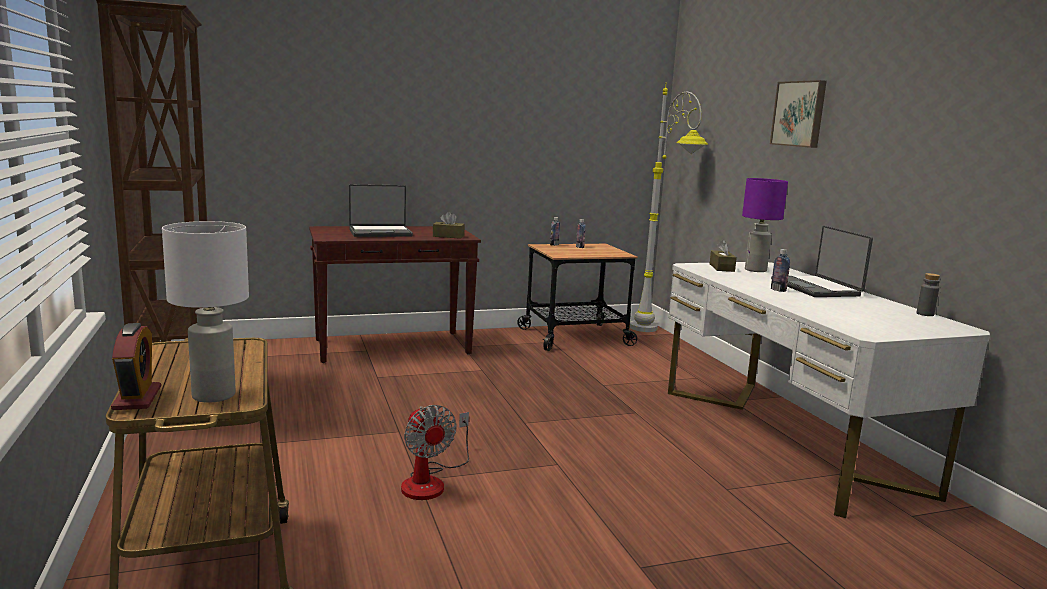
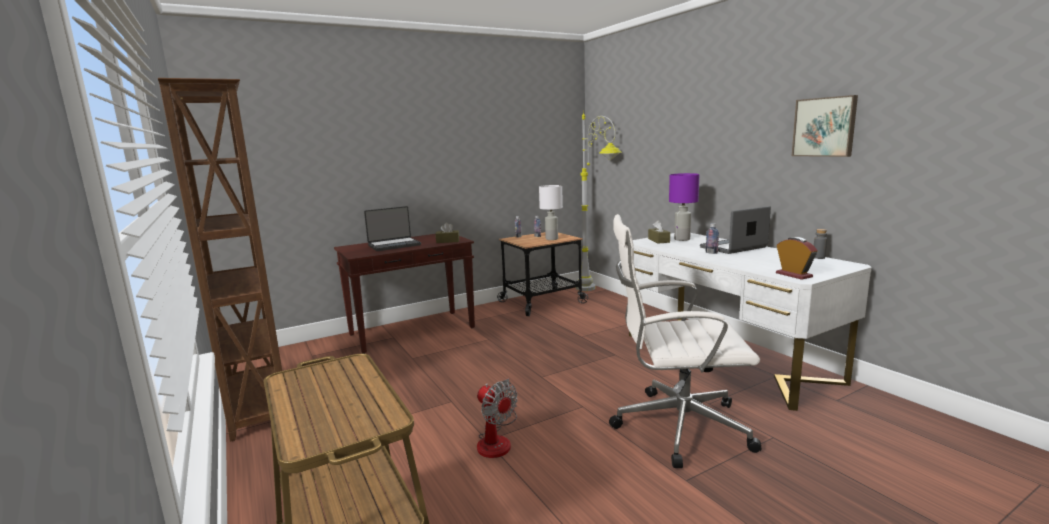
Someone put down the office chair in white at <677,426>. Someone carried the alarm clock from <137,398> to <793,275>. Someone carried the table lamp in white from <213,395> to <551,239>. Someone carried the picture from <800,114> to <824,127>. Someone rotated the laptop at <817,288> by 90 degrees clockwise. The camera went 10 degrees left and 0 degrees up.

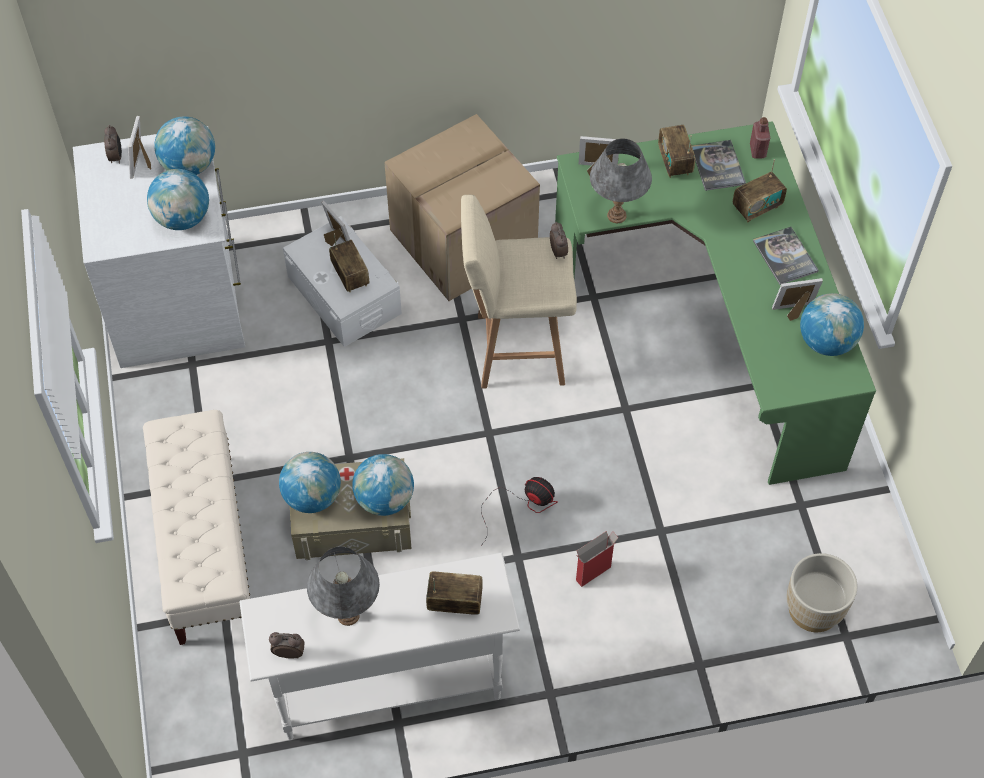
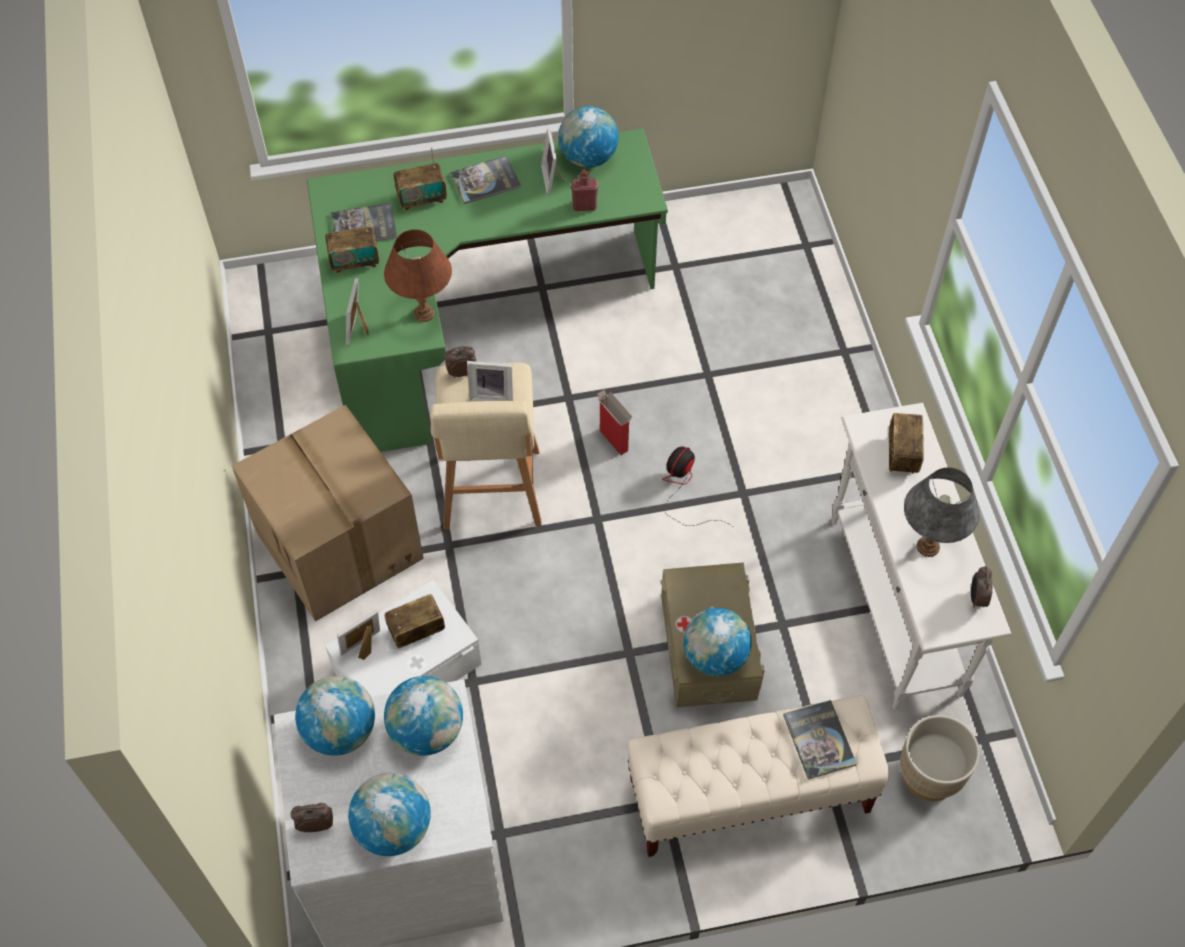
Someone put down the book at <819,740>. Someone carried the picture frame from <143,163> to <492,395>. Someone carried the globe from <385,499> to <394,827>. Someone carried the cardboard box from <594,573> to <613,440>. Someone carried the bottle in red from <757,150> to <584,206>. Someone carried the planter in beige from <814,609> to <930,774>. Someone repainted the table lamp in grey at <616,215>, which became the table lamp in brown at <423,313>. Someone rotated the radio at <756,207> by 105 degrees clockwise. The camera went 90 degrees left and 0 degrees up.

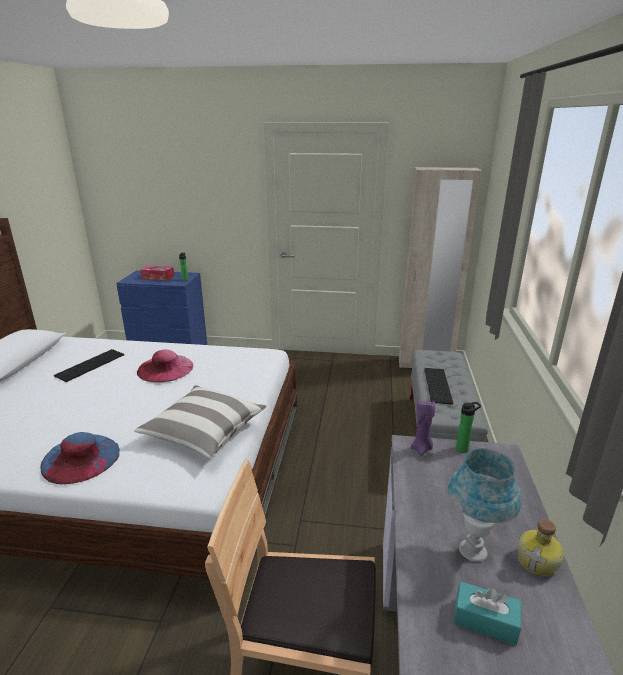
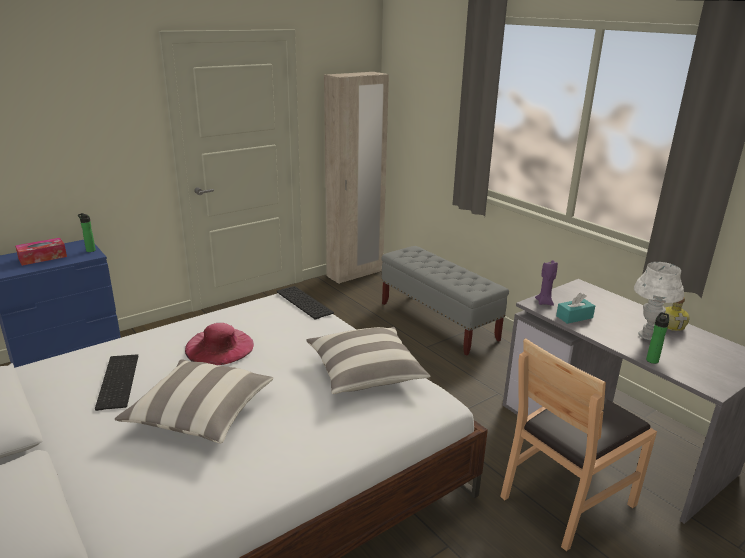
Someone took away the hat in blue at <80,458>. Someone put down the pillow at <200,414>. Someone carried the keyboard from <436,385> to <302,302>. Someone carried the tissue box in turquoise from <485,620> to <574,317>. Someone carried the bottle from <463,448> to <652,359>. Someone repainted the table lamp in blue at <472,551>, which became the table lamp in white at <647,336>. The camera went 45 degrees left and 0 degrees up.

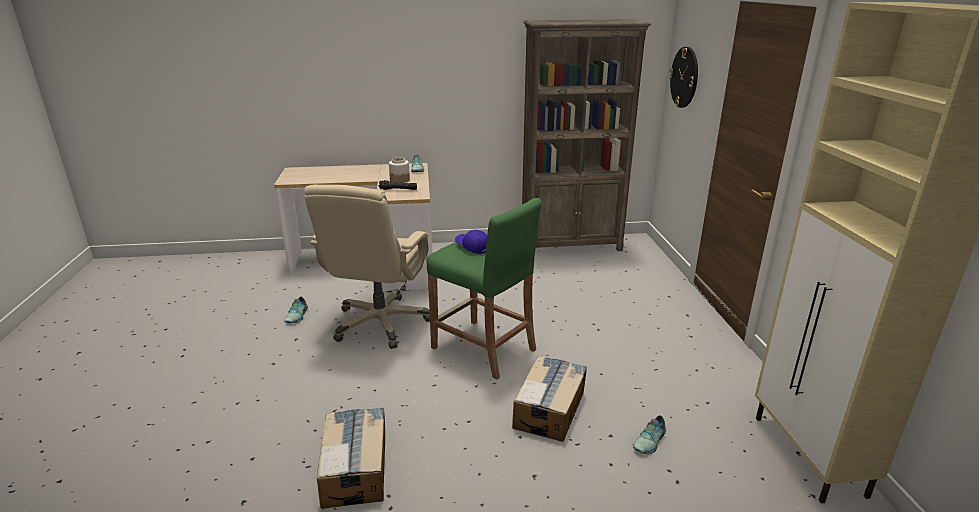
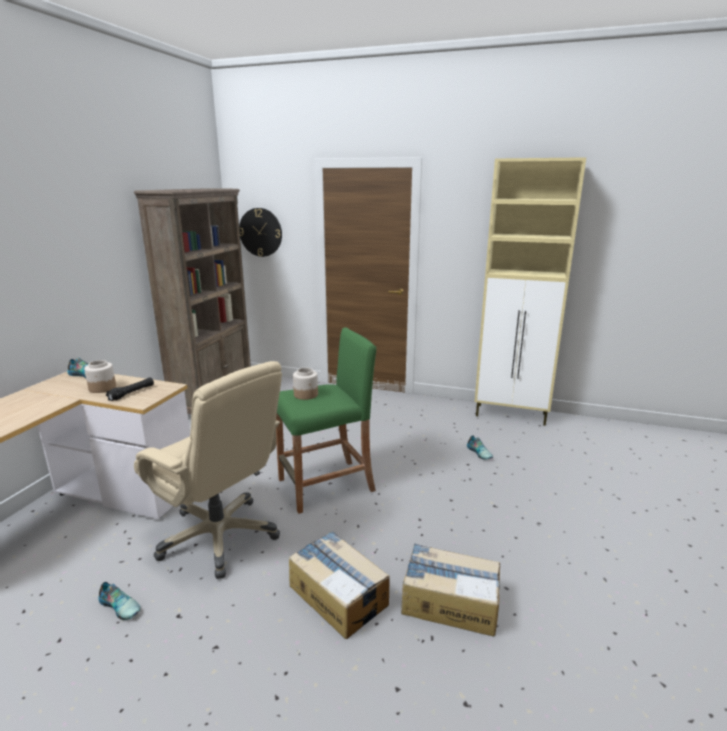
Someone carried the cardboard box from <550,409> to <338,594>. Someone swapped the cap in blue at <472,247> for the jar at <306,395>. The camera went 65 degrees left and 5 degrees down.

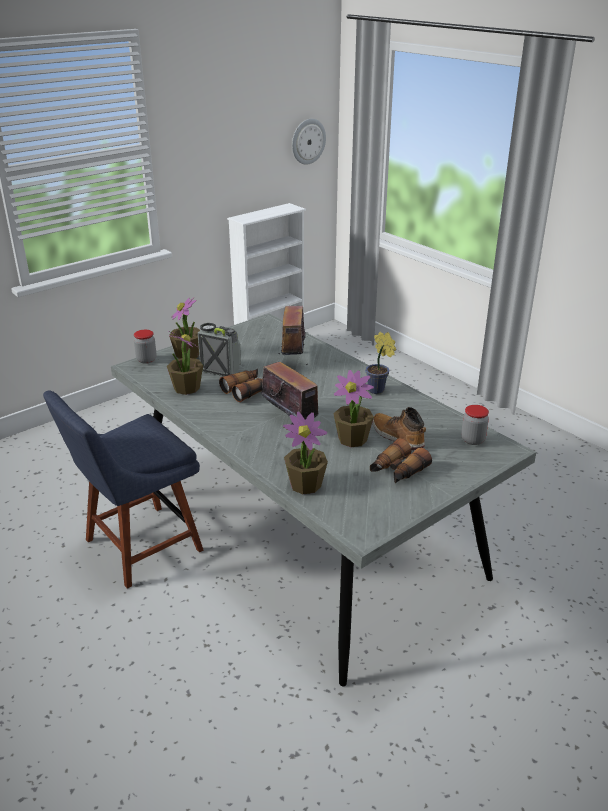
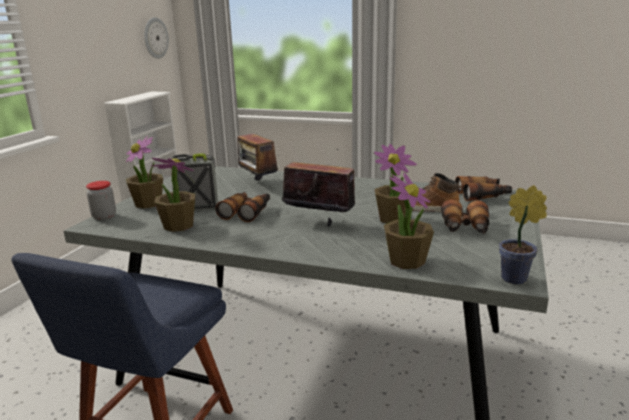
Someone carried the potted plant from <378,391> to <517,279>. Someone swapped the jar at <472,440> for the binoculars at <483,195>. The camera went 30 degrees left and 10 degrees down.

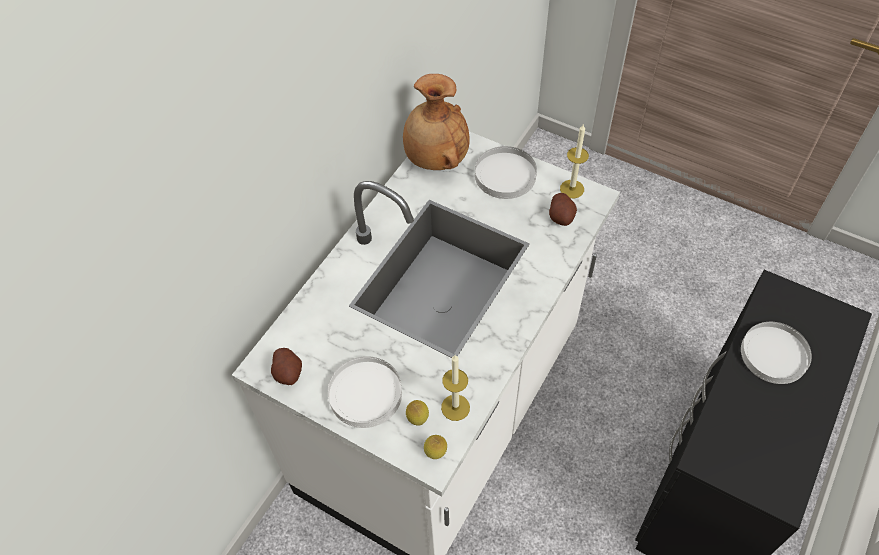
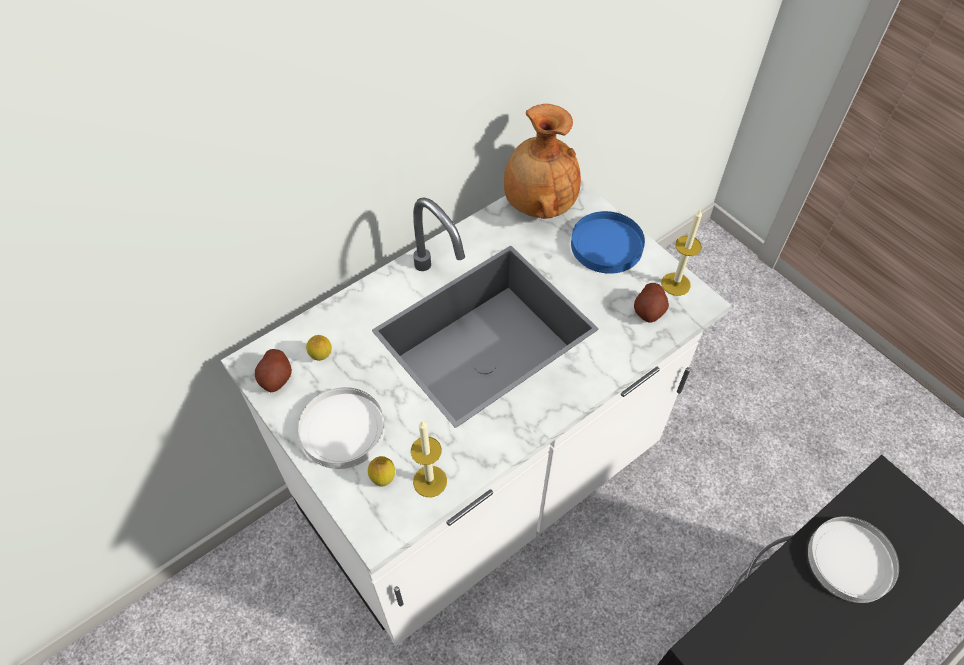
Someone carried the lemon from <435,453> to <321,357>. Someone repainted the plate in white at <505,175>, which became the plate in blue at <607,245>. The camera went 20 degrees right and 0 degrees up.

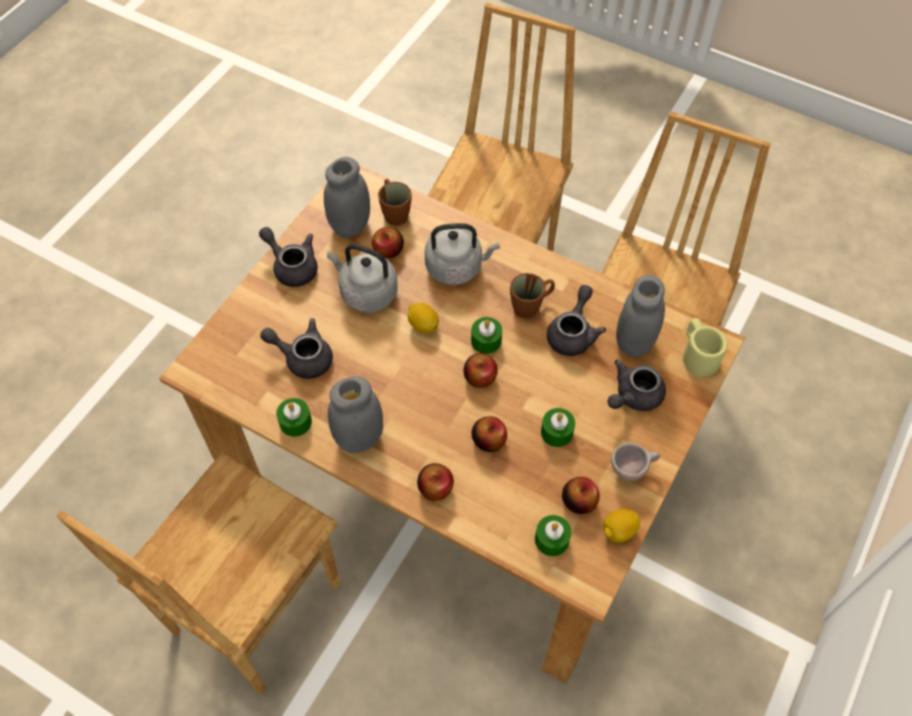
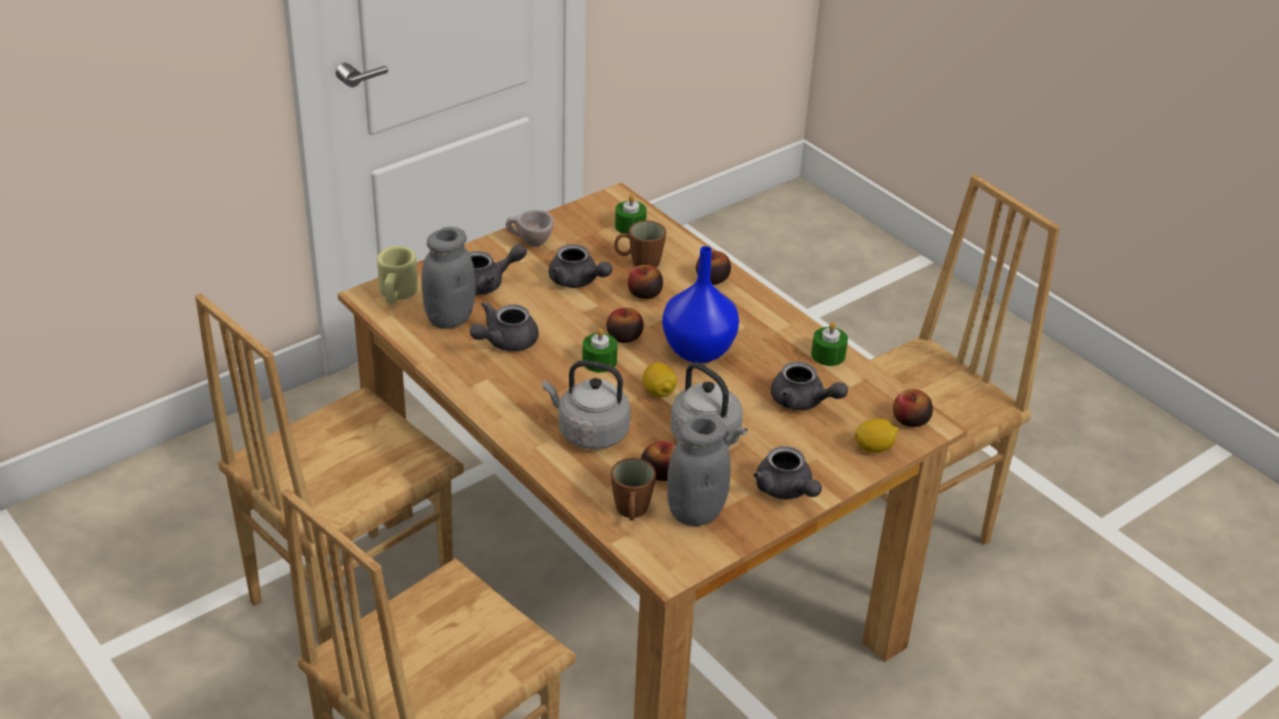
Someone took away the jar in grey at <359,438>. Someone put down the vase in blue at <697,352>. Someone carried the mug in brown from <531,305> to <639,262>. Someone carried the apple from <579,501> to <910,420>. Someone carried the lemon from <618,531> to <874,447>. Someone swapped the candle in green at <557,432> for the teapot in grey at <577,281>. The camera went 160 degrees left and 20 degrees down.

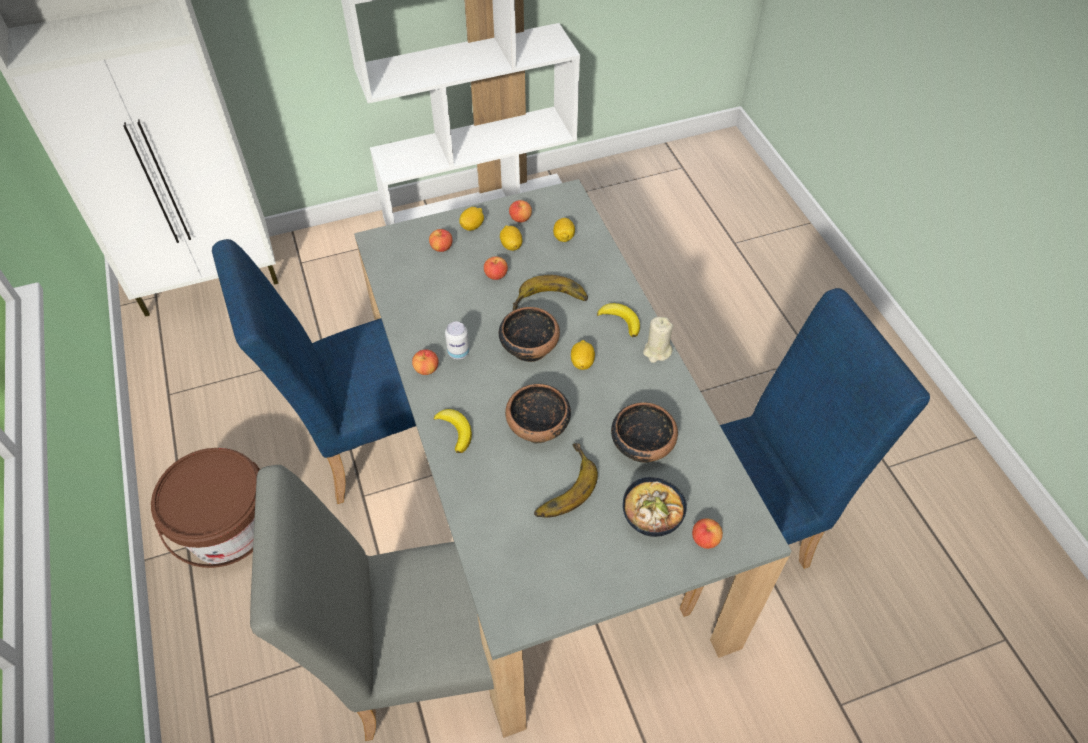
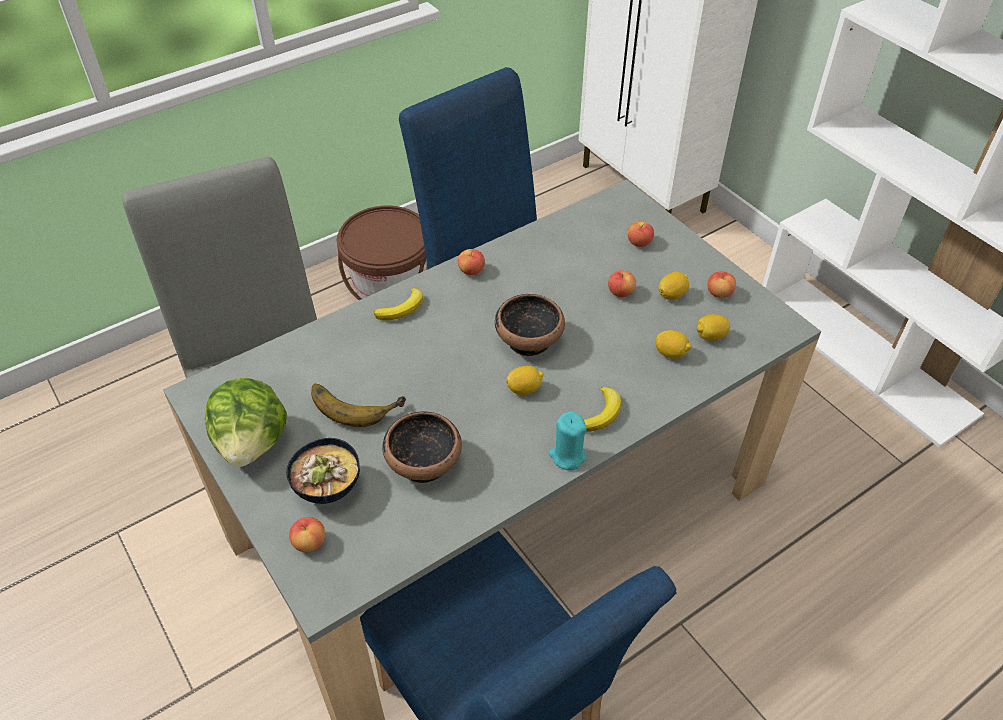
Someone took away the can at <458,352>. Someone took away the bowl at <538,427>. Someone took away the banana at <550,303>. Someone put down the lettuce at <253,442>. Someone carried the lemon from <472,226> to <671,353>. Someone repainted the candle in beige at <657,351>, which became the candle in turquoise at <567,456>. The camera went 75 degrees right and 5 degrees down.

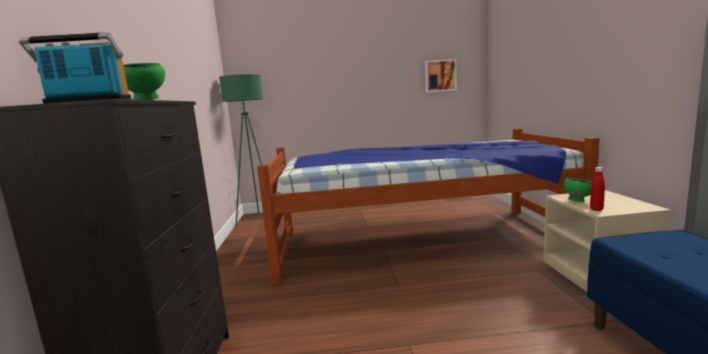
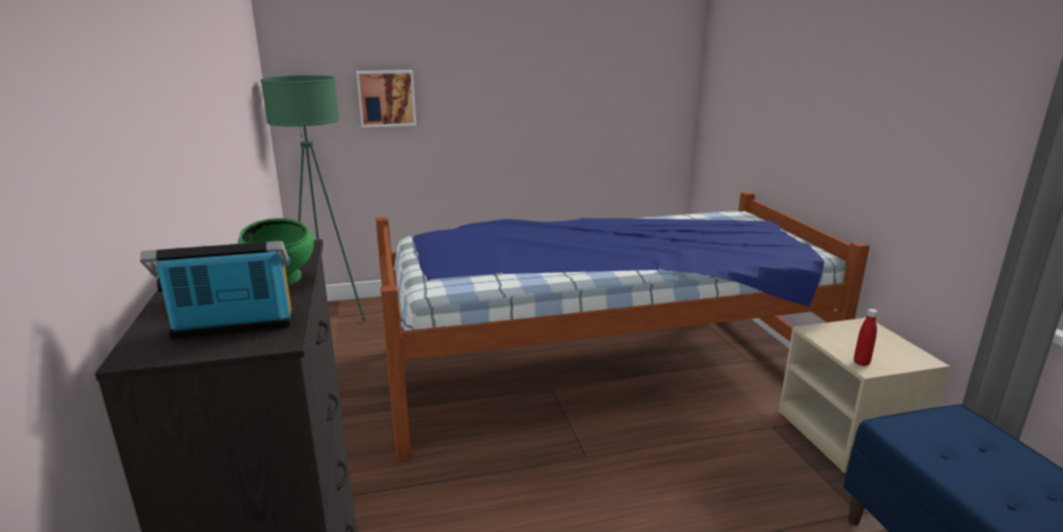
Someone took away the bowl in green at <577,201>. Someone carried the picture from <440,75> to <386,98>. The camera went 10 degrees left and 10 degrees up.

